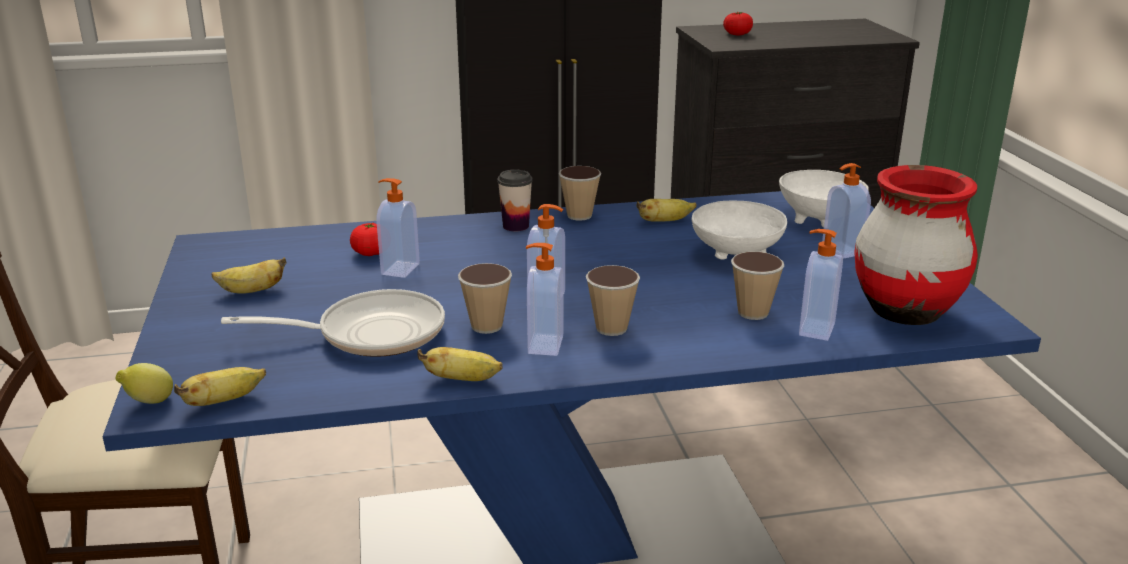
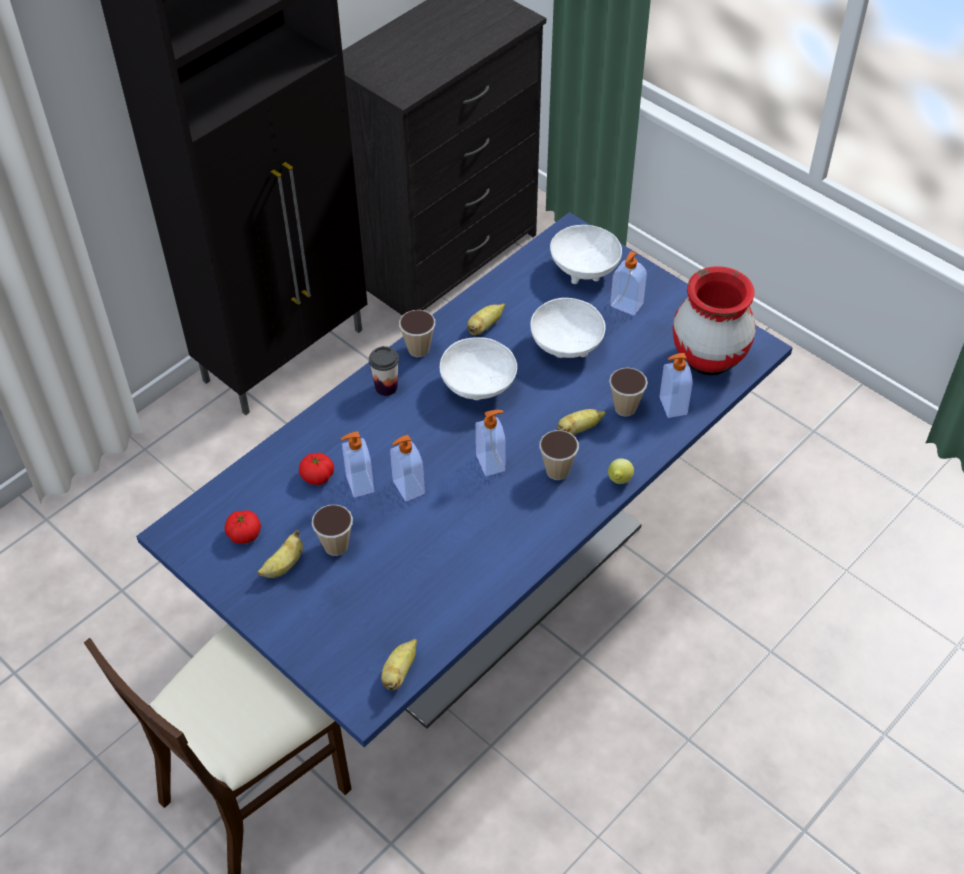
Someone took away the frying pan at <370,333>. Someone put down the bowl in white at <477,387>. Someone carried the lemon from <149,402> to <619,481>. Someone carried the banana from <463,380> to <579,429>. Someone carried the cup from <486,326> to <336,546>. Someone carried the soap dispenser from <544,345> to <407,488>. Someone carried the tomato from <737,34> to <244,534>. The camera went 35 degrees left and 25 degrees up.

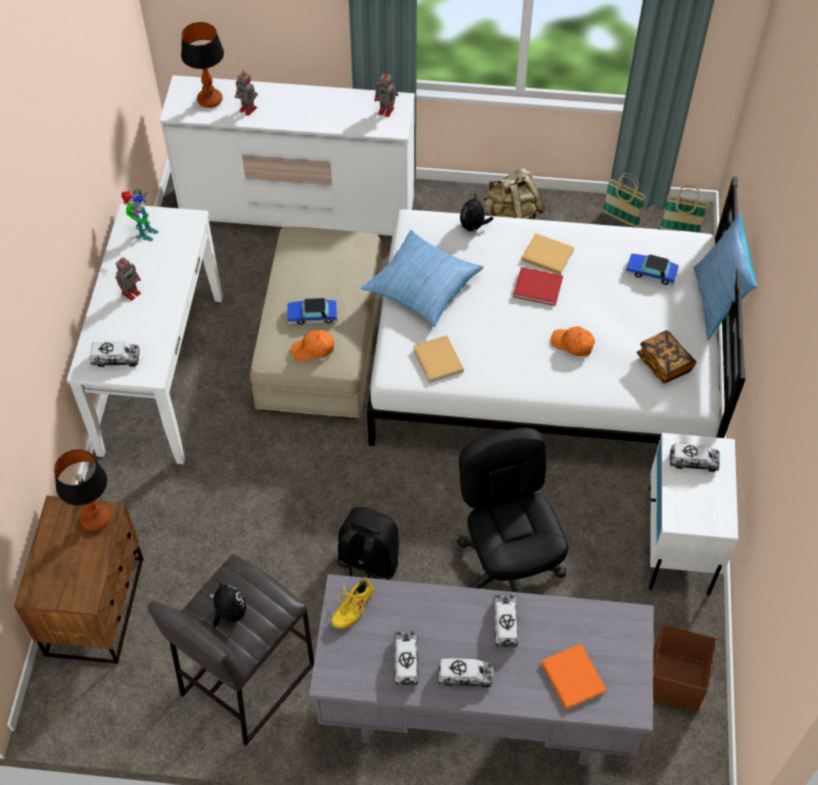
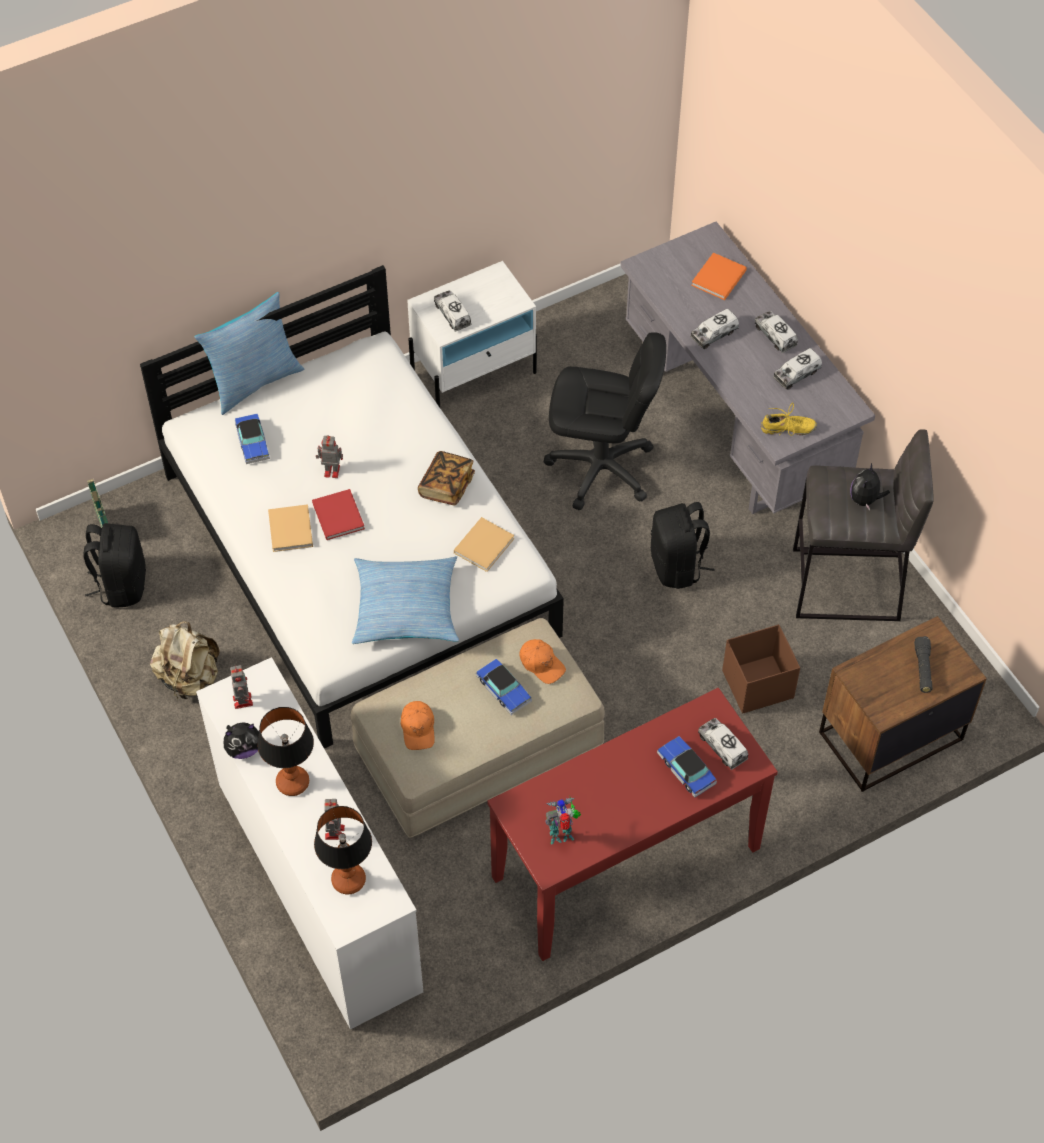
Someone put down the toy car at <686,769>. Someone put down the flashlight in black at <923,669>. Someone carried the table lamp from <96,519> to <293,782>. Someone carried the toy robot from <131,292> to <331,471>. Someone carried the plush toy from <473,226> to <244,749>. Someone carried the cap in orange from <572,344> to <418,728>. Someone carried the book from <664,363> to <446,486>. Someone carried the storage box in brown from <675,679> to <756,684>. Someone swapped the basket at <620,218> for the backpack in black at <121,584>. Someone repainted the console table in white at <161,373>, which became the console table in red at <626,863>. Someone rotated the office chair in black at <506,572> by 120 degrees counterclockwise. The camera went 125 degrees left and 0 degrees up.

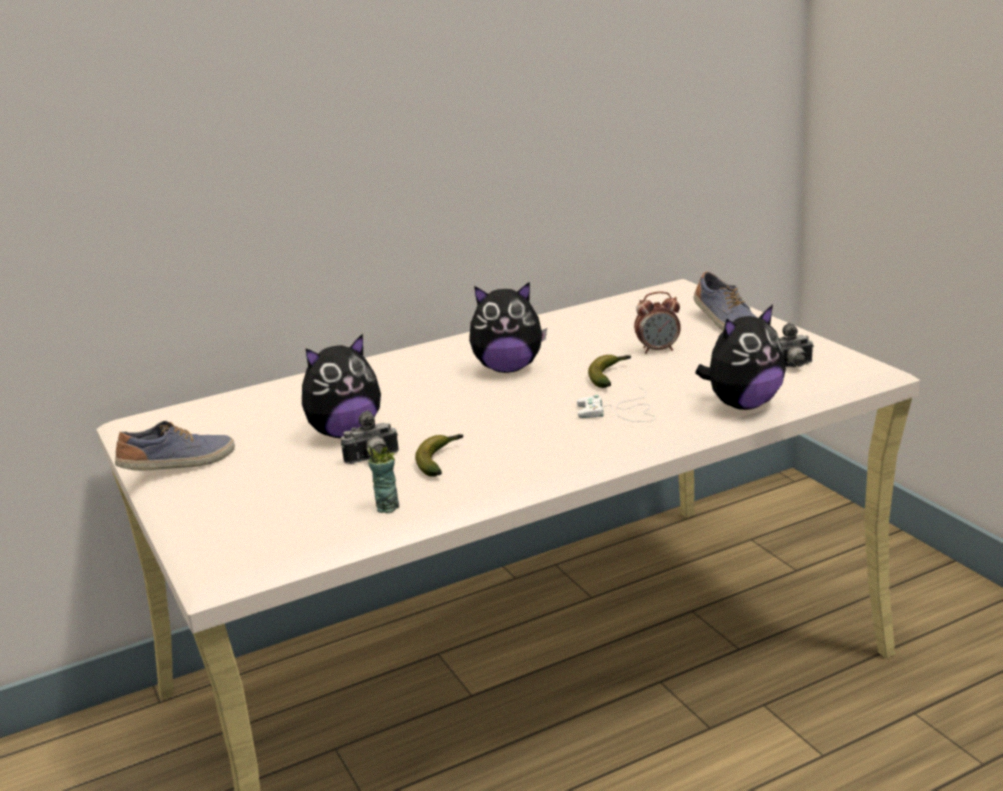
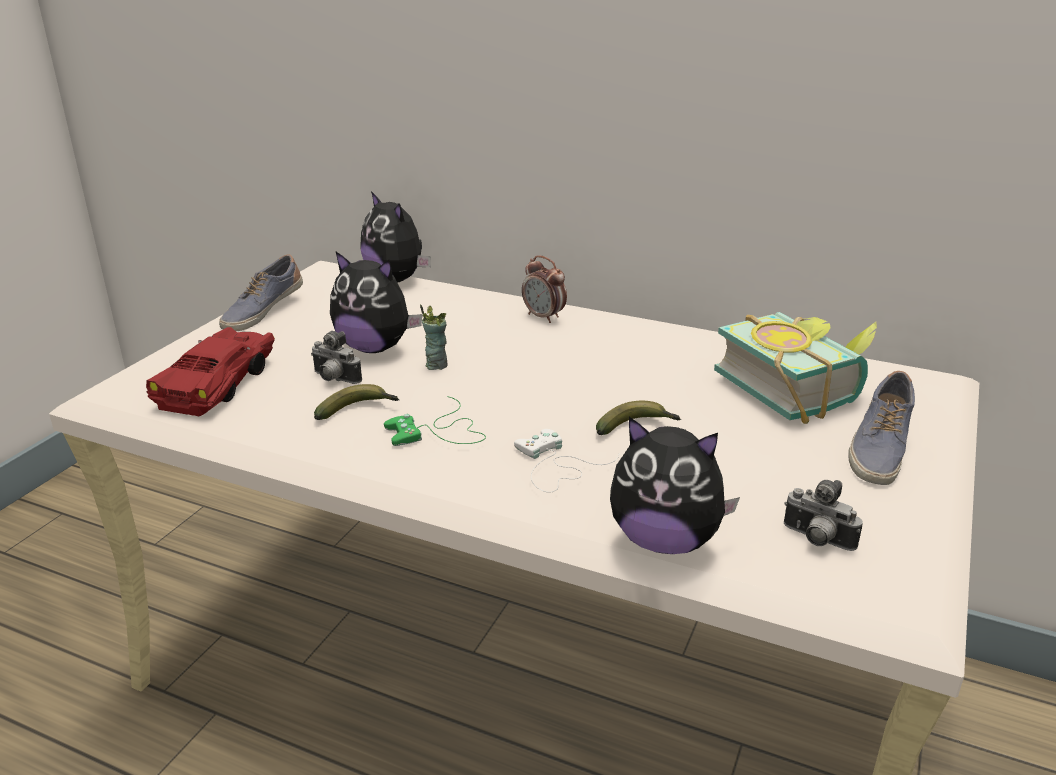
Someone put down the toy car in red at <220,384>. Someone put down the game controller in green at <439,432>. Someone put down the book at <796,388>. Someone carried the cup from <387,507> to <436,365>. Someone carried the plush toy from <508,368> to <397,279>. Someone carried the alarm clock from <658,350> to <544,317>. Someone rotated the shoe at <180,466> by 105 degrees clockwise. The camera went 50 degrees right and 5 degrees up.

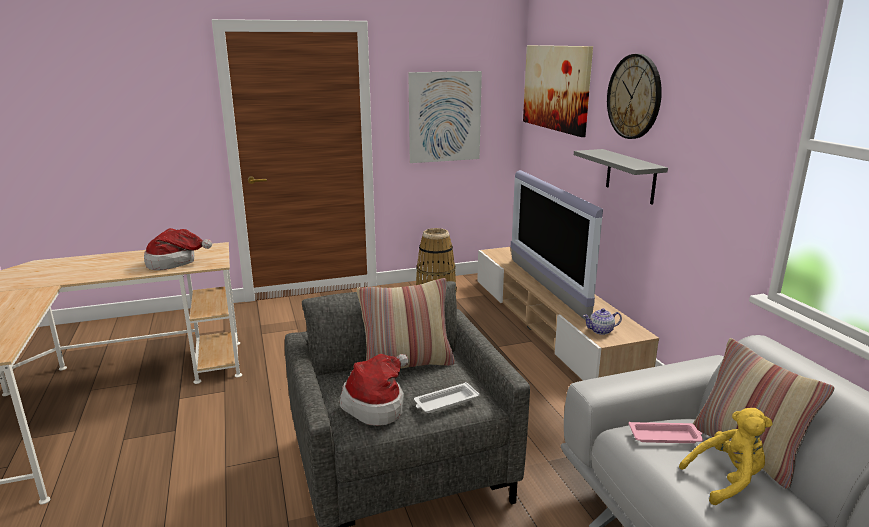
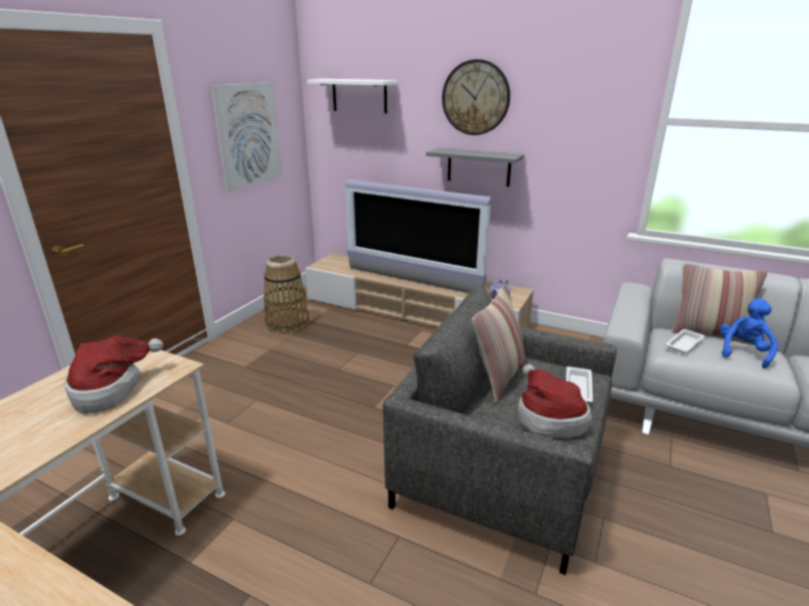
Someone swapped the picture at <556,88> for the shelf in white at <359,95>. Someone repainted the tray in pink at <666,436>, which became the tray in white at <684,343>. Someone repainted the plush toy in yellow at <726,480>, which became the plush toy in blue at <743,352>. The camera went 45 degrees left and 5 degrees up.

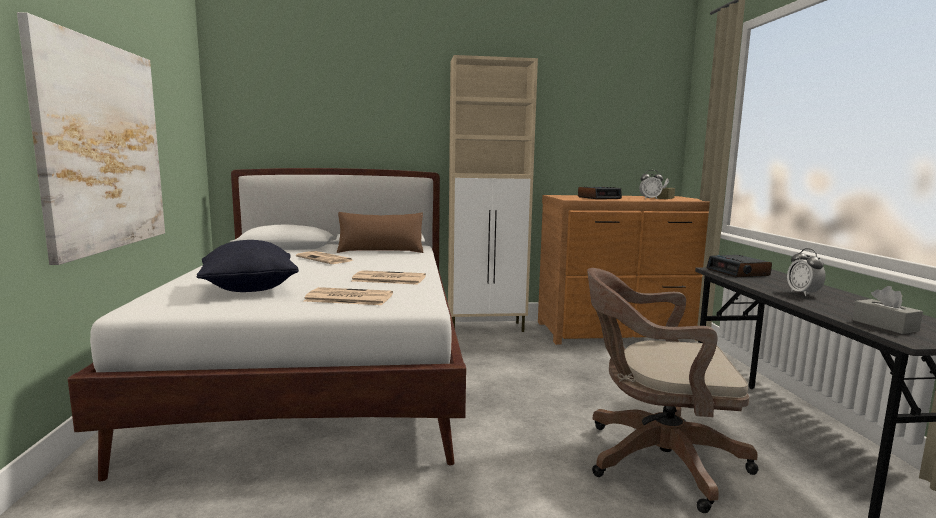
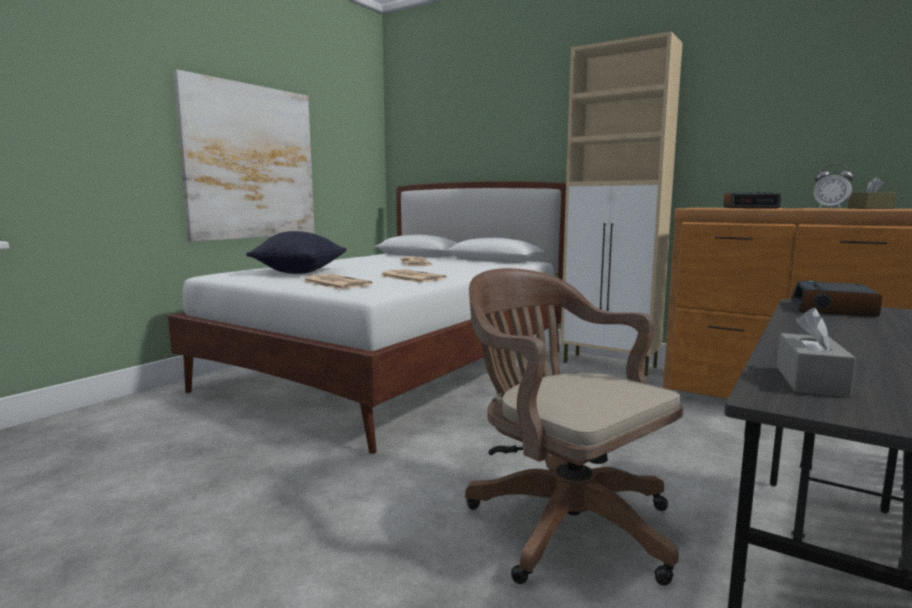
Someone took away the pillow in brown at <380,251>. Someone took away the alarm clock at <803,293>. The camera went 40 degrees right and 0 degrees up.

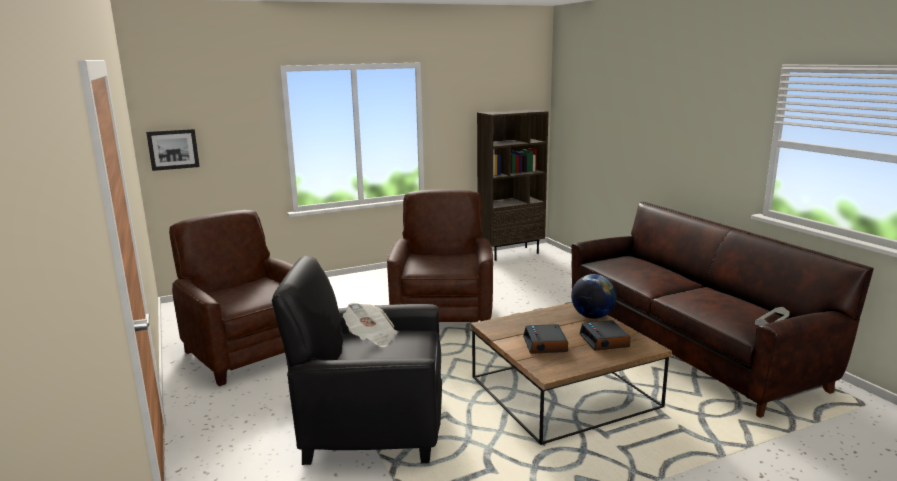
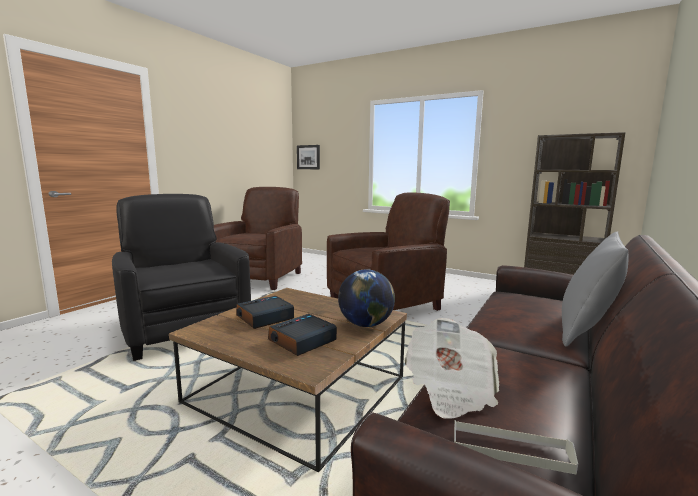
Someone put down the pillow in grey at <586,332>. Someone carried the newspaper from <371,337> to <450,389>. The camera went 55 degrees right and 5 degrees down.

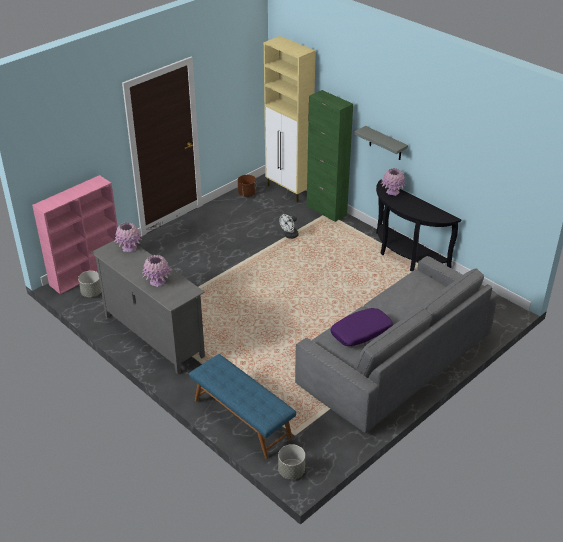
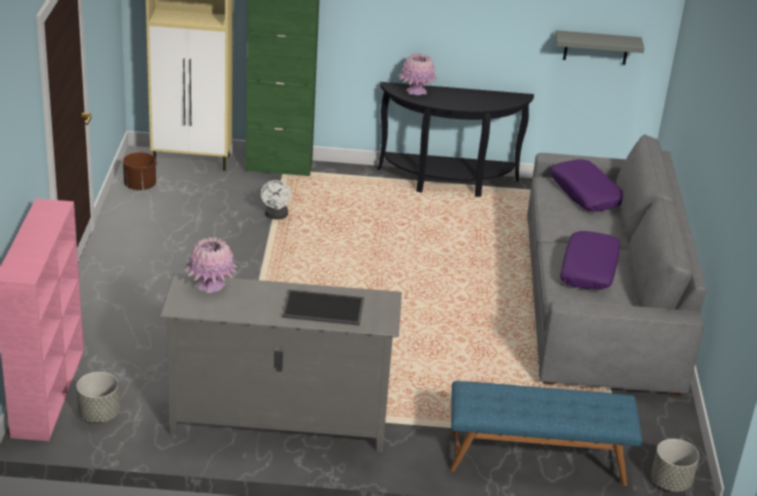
Someone put down the pillow in purple at <586,193>. Someone carried the shelf in grey from <385,143> to <596,47>. Someone swapped the vase in pink at <157,282> for the tray at <322,309>. The camera went 45 degrees left and 5 degrees down.

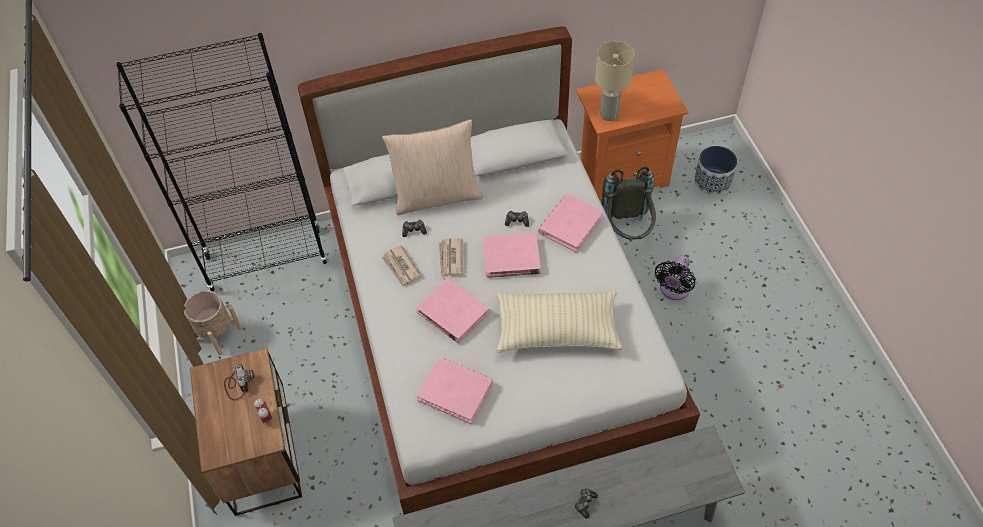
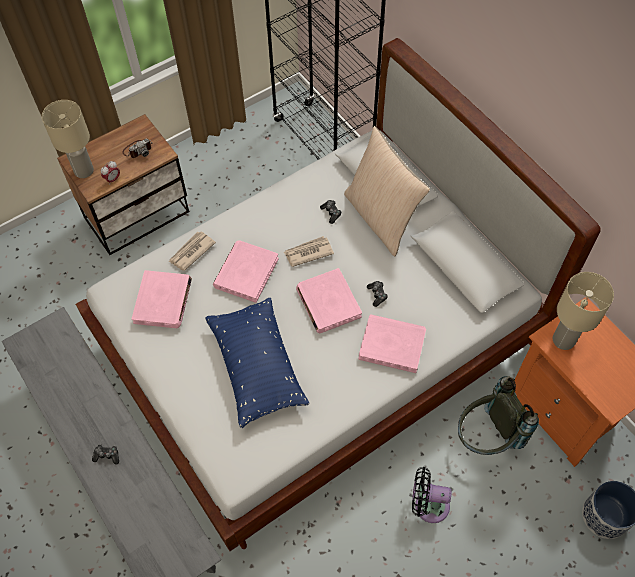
Someone took away the planter in beige at <217,334>. Someone put down the table lamp in beige at <84,171>. Someone carried the newspaper from <401,267> to <191,252>. Someone repainted the pillow in beige at <557,330>, which became the pillow in blue at <257,368>. The camera went 70 degrees right and 5 degrees up.

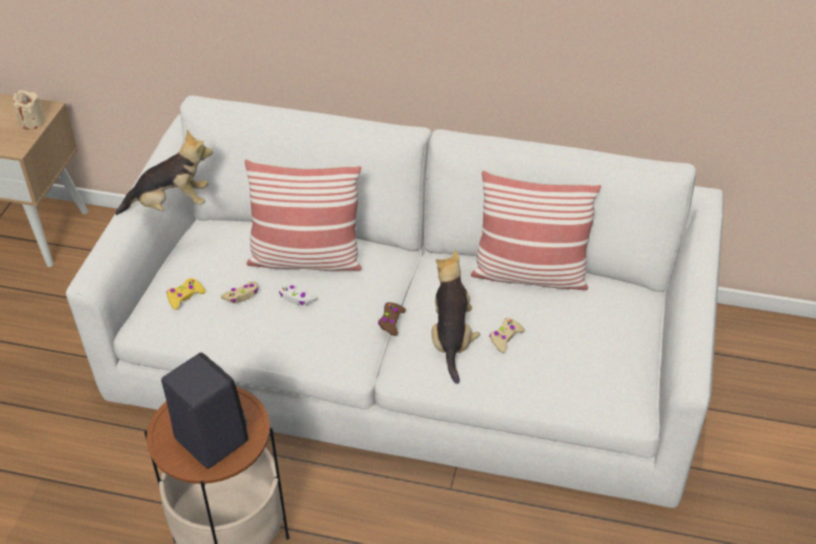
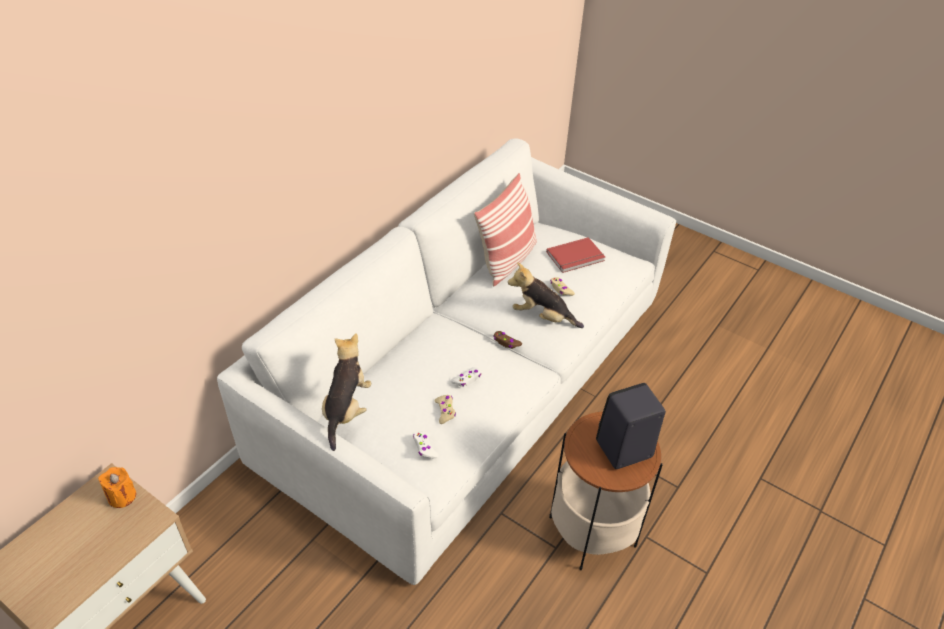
Someone took away the pillow at <306,259>. Someone put down the book in red at <576,257>. Someone repainted the candle in beige at <32,122>, which became the candle in orange at <122,496>. Someone repainted the game controller in yellow at <185,296>, which became the game controller in white at <425,447>. The camera went 70 degrees left and 0 degrees up.

